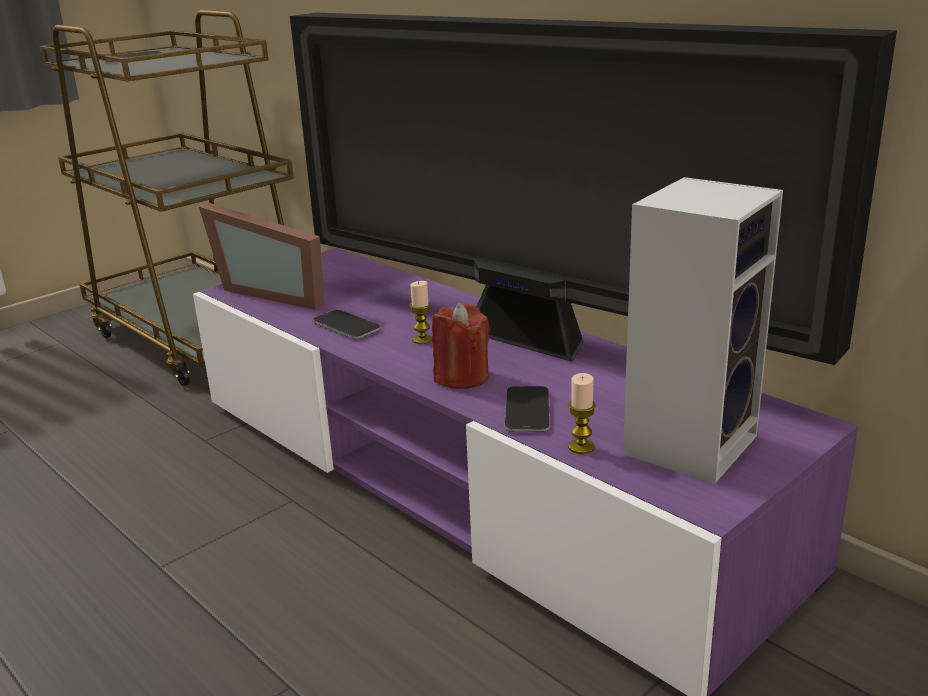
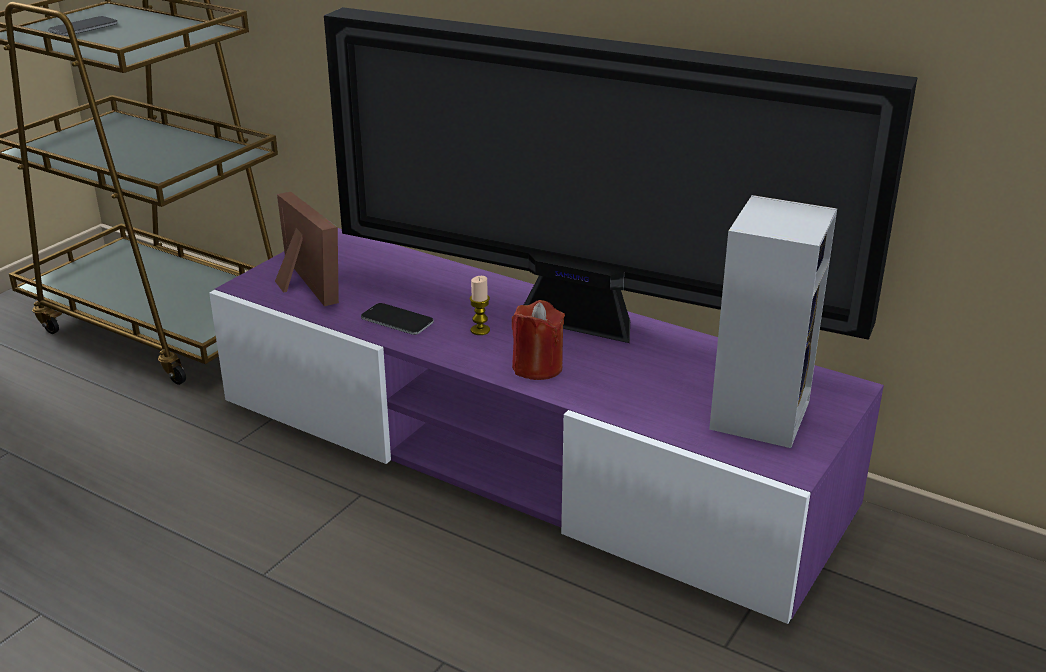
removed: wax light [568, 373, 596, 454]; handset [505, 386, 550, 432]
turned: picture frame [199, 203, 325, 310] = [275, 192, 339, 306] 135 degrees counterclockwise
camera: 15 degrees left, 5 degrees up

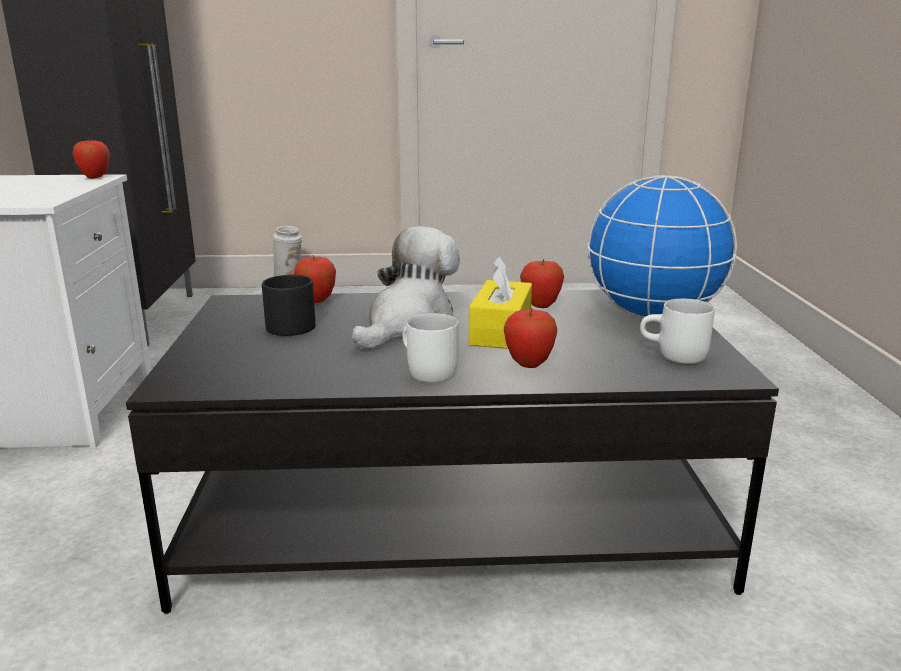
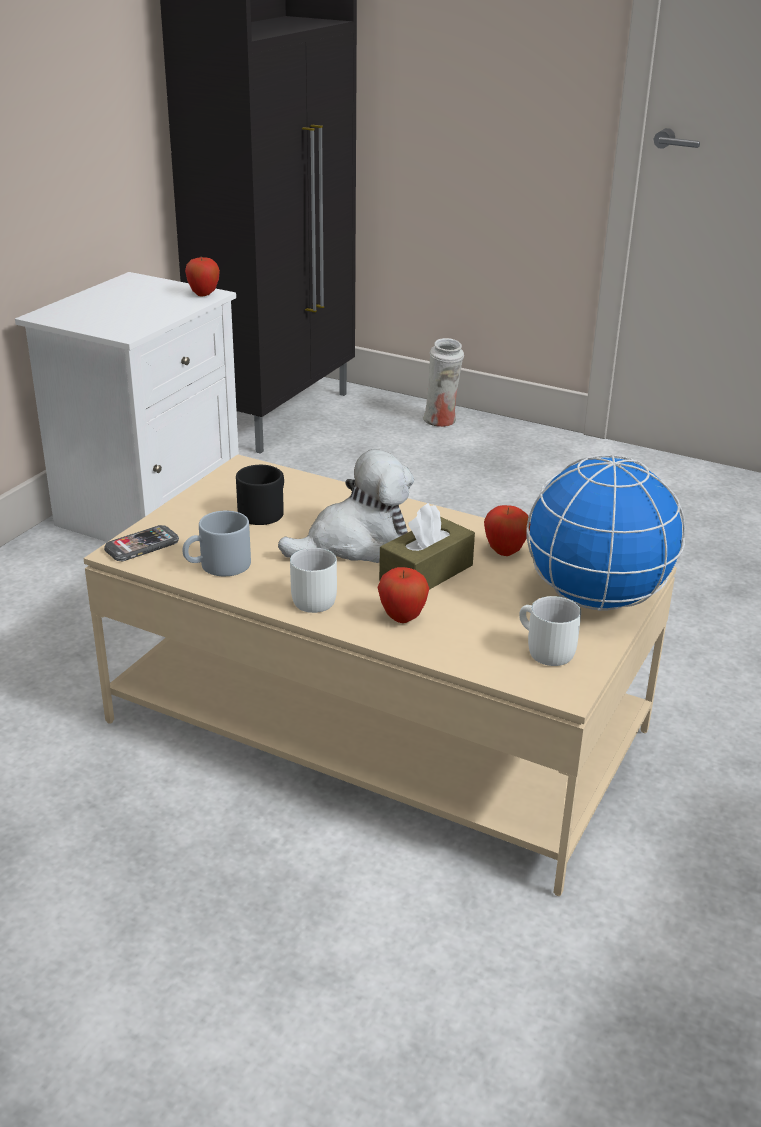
removed: whole apple [294, 255, 336, 303]
added: greyish mug [182, 511, 251, 576]; handset [104, 525, 179, 561]
recoloured: yellow-coloured tissue box [469, 256, 532, 349] to brown tissue box [379, 503, 475, 590]; blackish lounge table [126, 290, 779, 614] to sand-coloured lounge table [83, 454, 677, 896]
camera: 30 degrees right, 10 degrees up

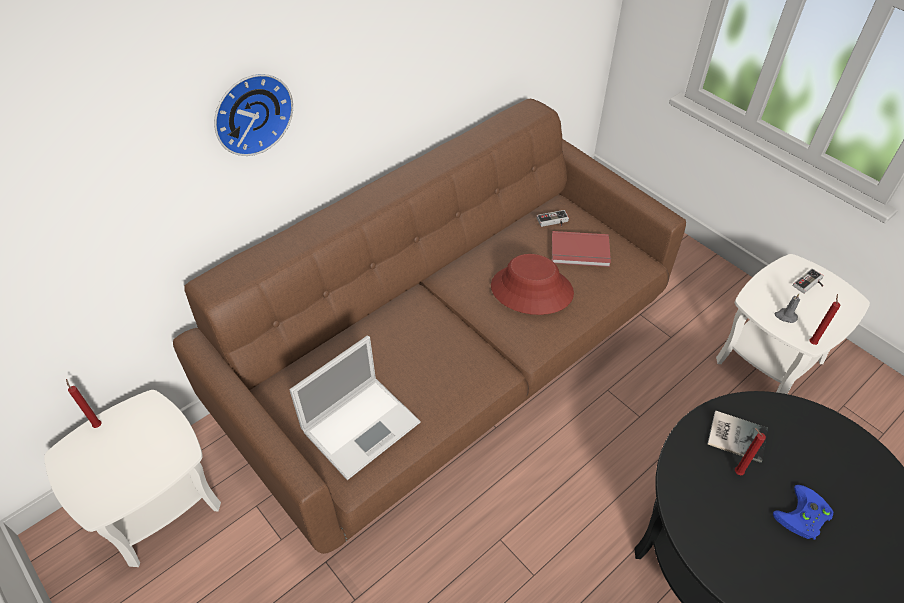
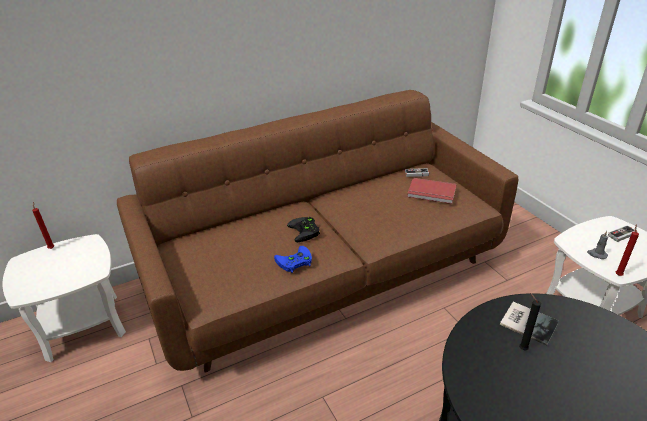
removed: hanging clock [214, 74, 293, 156]; red-coloured wearable hat [491, 254, 574, 315]; notebook computer [289, 335, 421, 480]
added: blackish game controller [287, 217, 320, 242]
moved: blue game controller [773, 485, 834, 540] to [274, 246, 312, 273]
recoloured: red-coloured wax light [735, 428, 766, 475] to blackish wax light [519, 294, 541, 350]
camera: 15 degrees right, 15 degrees down

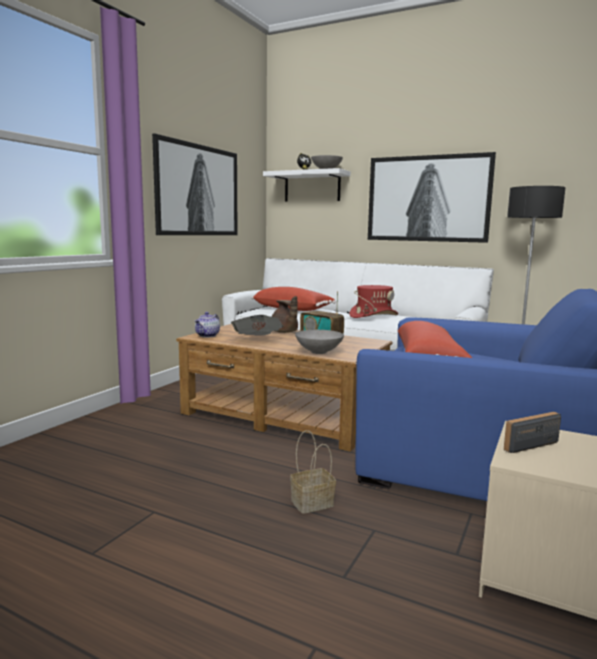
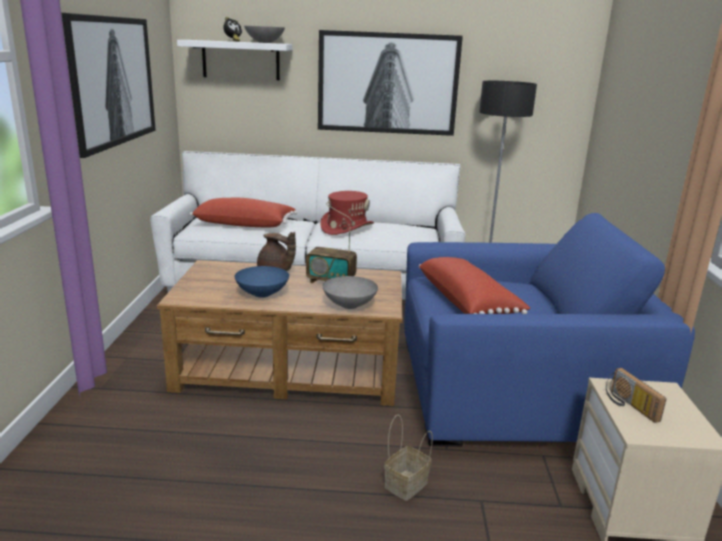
removed: teapot [195, 312, 220, 338]
replaced: daily paper [231, 315, 284, 336] to blue bowl [235, 266, 289, 298]
turned: radio set [504, 412, 561, 453] = [606, 368, 666, 423] 60 degrees counterclockwise
camera: 25 degrees left, 10 degrees up

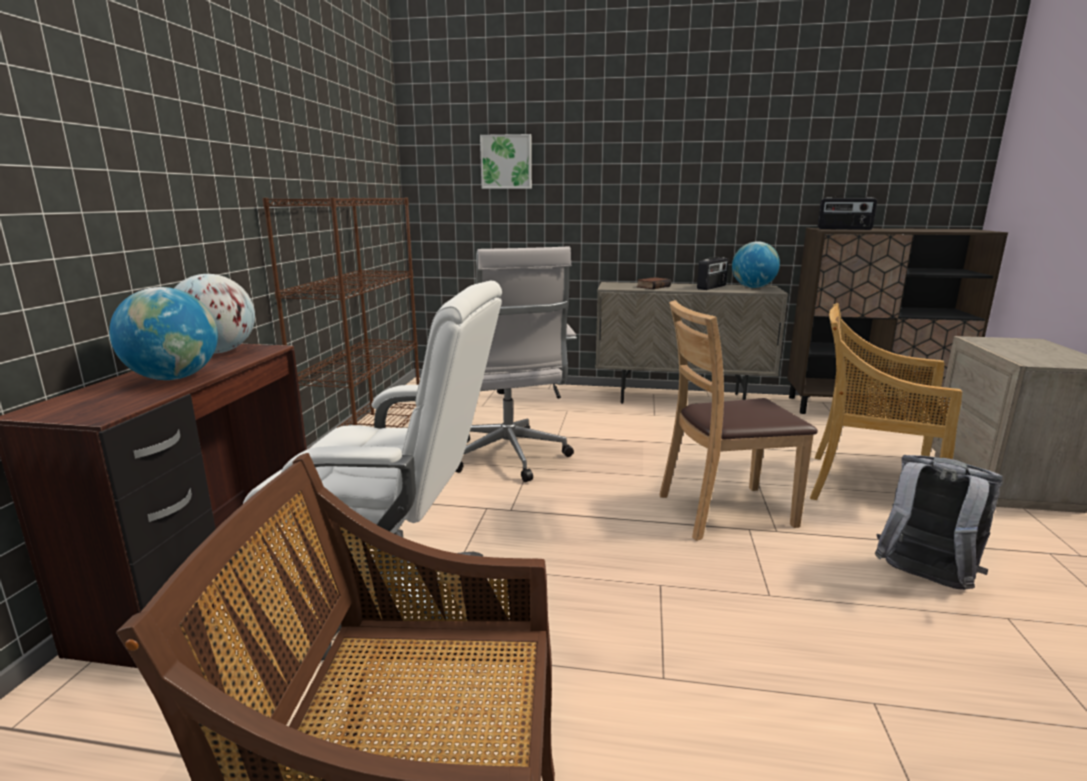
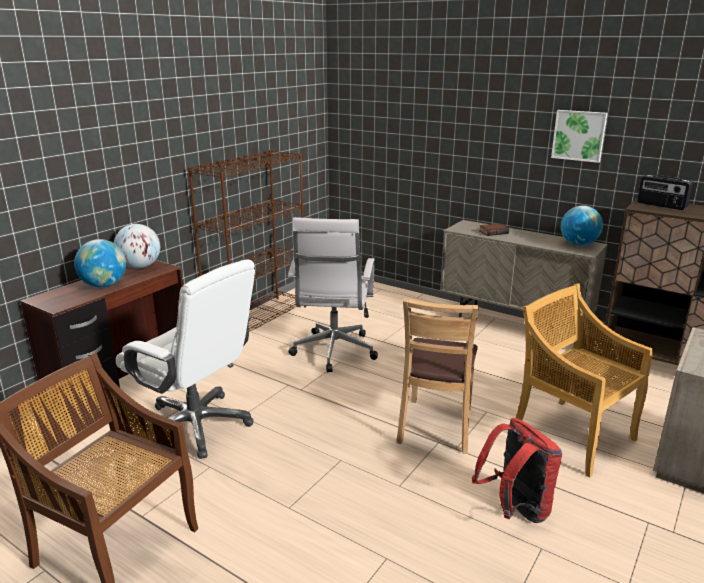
removed: radio set [697, 256, 728, 290]
moved: picture [480, 134, 532, 189] to [551, 110, 608, 163]
recoloured: greyish backpack [875, 455, 1003, 590] to red-coloured backpack [472, 418, 562, 523]
turned: brown chair [659, 300, 818, 541] = [396, 298, 479, 454] 90 degrees counterclockwise
camera: 25 degrees right, 5 degrees up

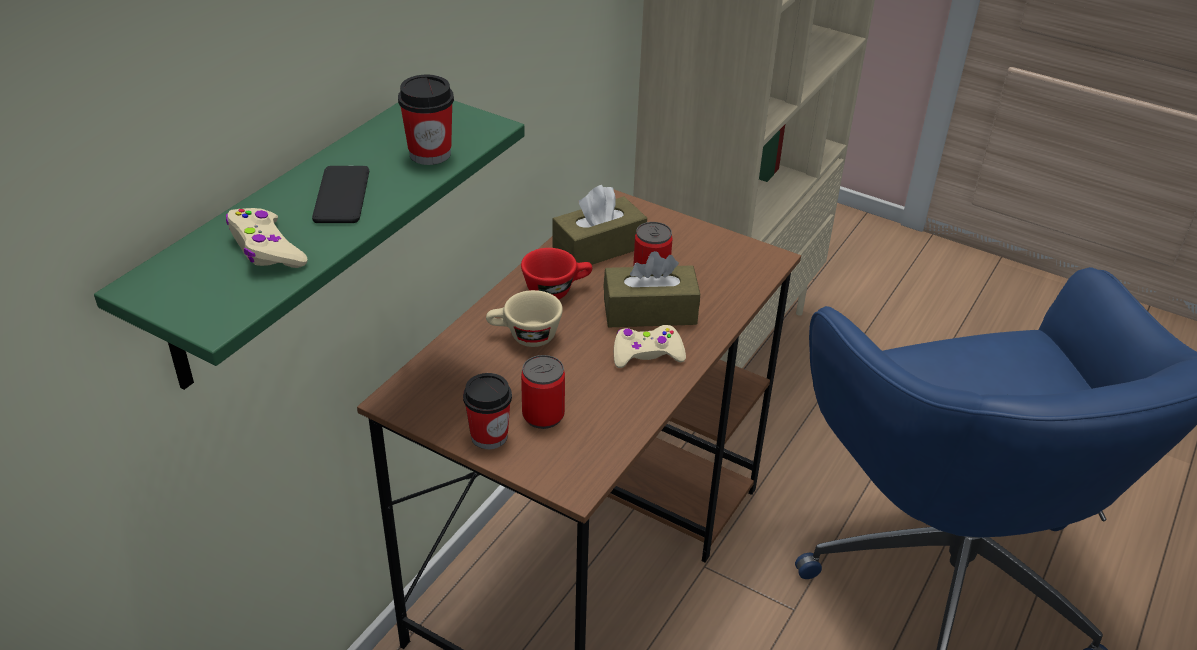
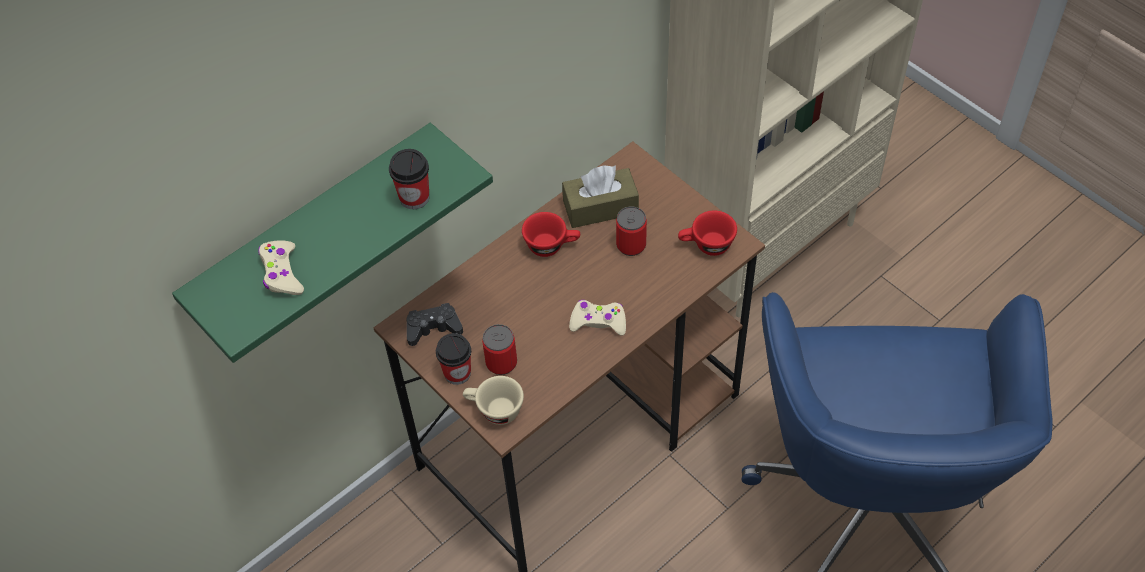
removed: handset [312, 166, 369, 223]; brown tissue box [603, 251, 700, 327]
added: red-coloured cup [678, 211, 737, 256]; blackish game controller [406, 303, 463, 346]
moved: sand-coloured cup [486, 290, 563, 347] to [463, 376, 524, 425]
camera: 20 degrees right, 15 degrees up

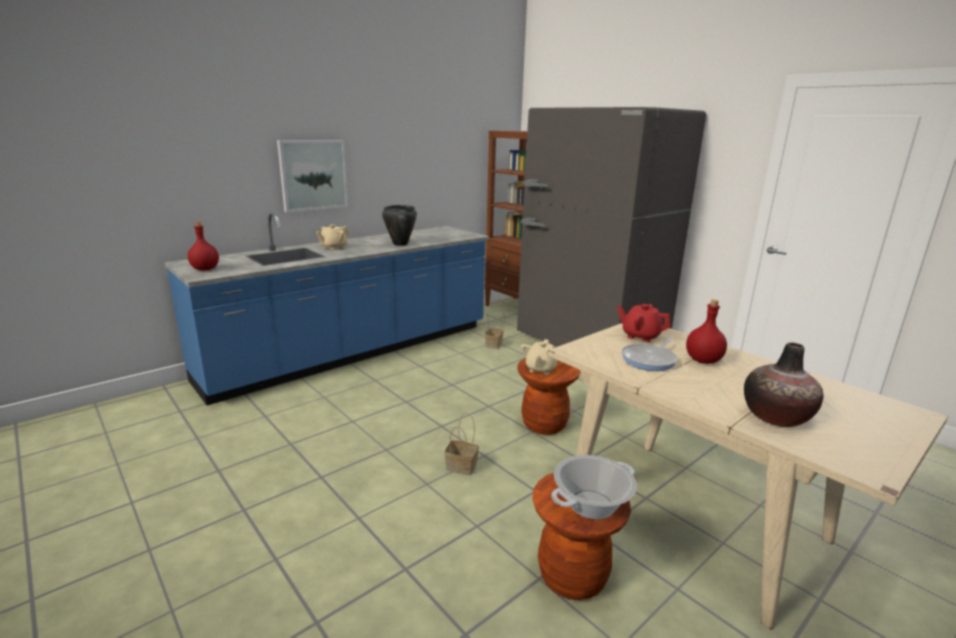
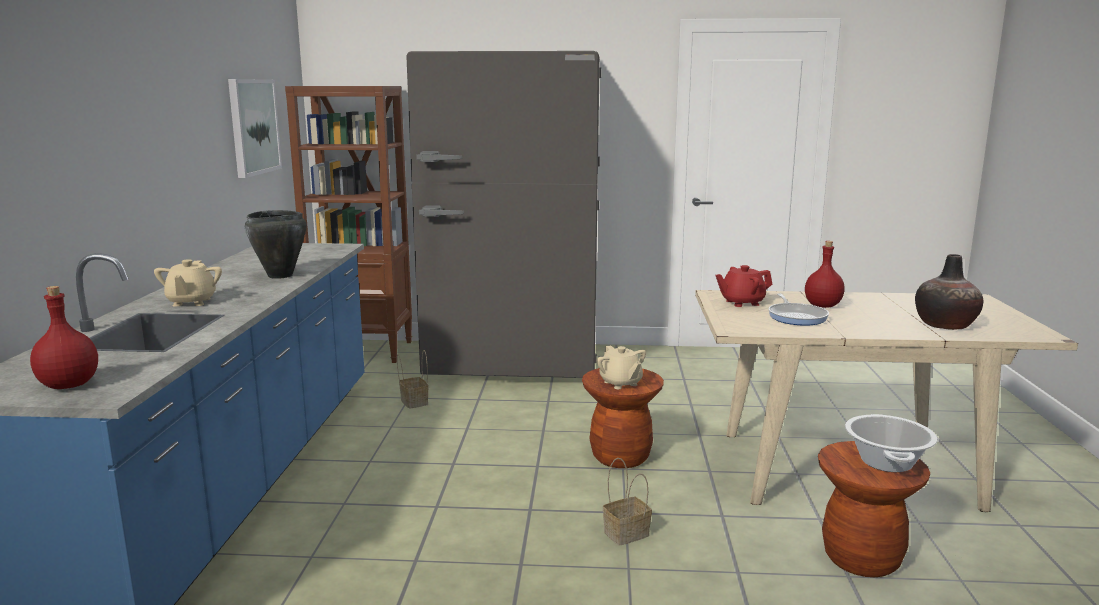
moved: picture [277, 140, 349, 212] to [228, 79, 282, 178]
camera: 45 degrees left, 5 degrees down

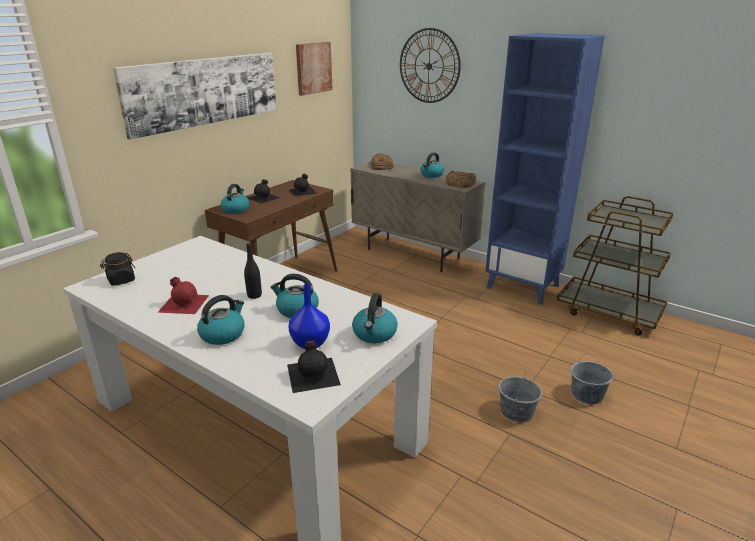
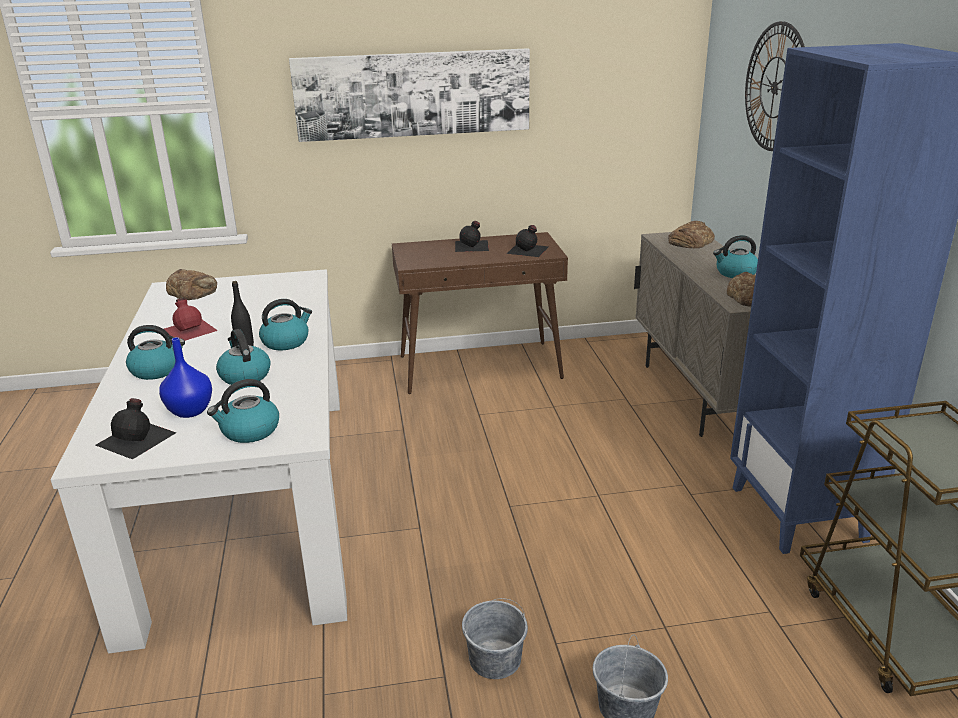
removed: picture [296, 42, 333, 96]
moved: kettle [221, 184, 250, 214] to [259, 299, 312, 350]
replaced: blackish preserve jar [100, 252, 135, 286] to baked bread [166, 269, 217, 300]
camera: 45 degrees right, 0 degrees up

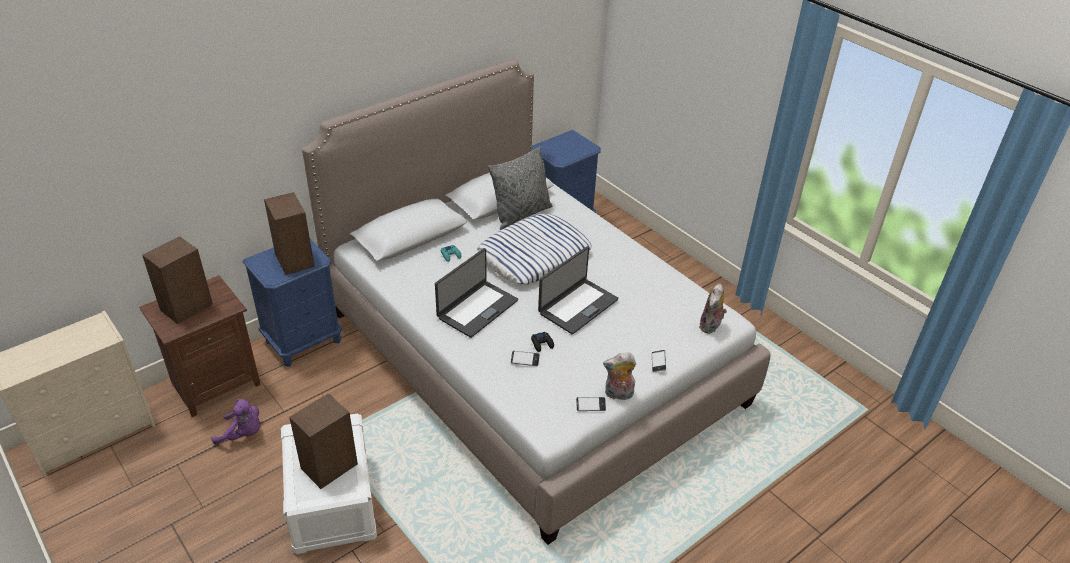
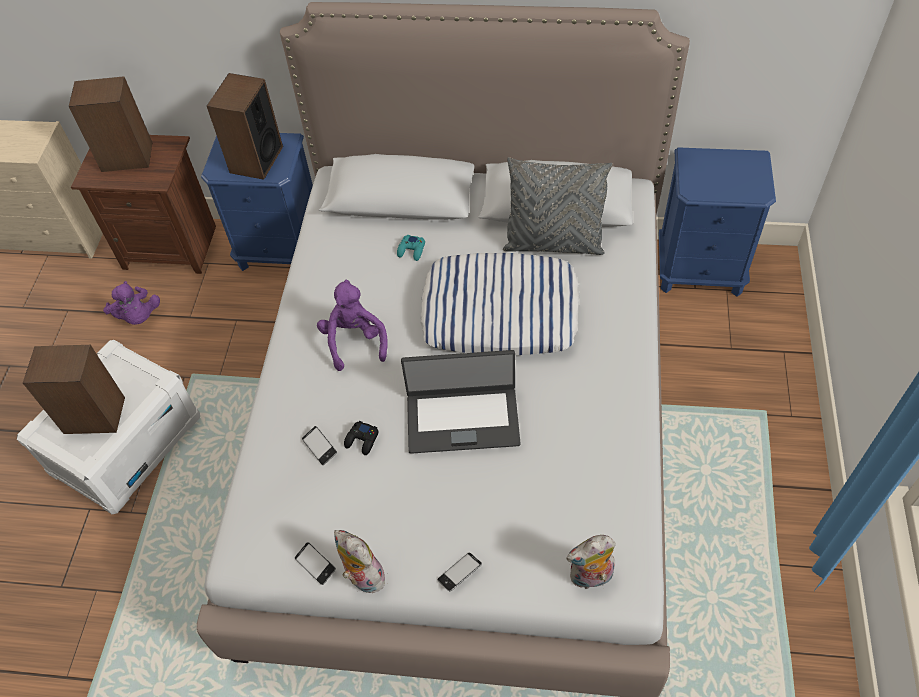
replaced: notebook computer [435, 248, 518, 338] to purplish plush toy [317, 280, 388, 371]
camera: 50 degrees right, 15 degrees up

